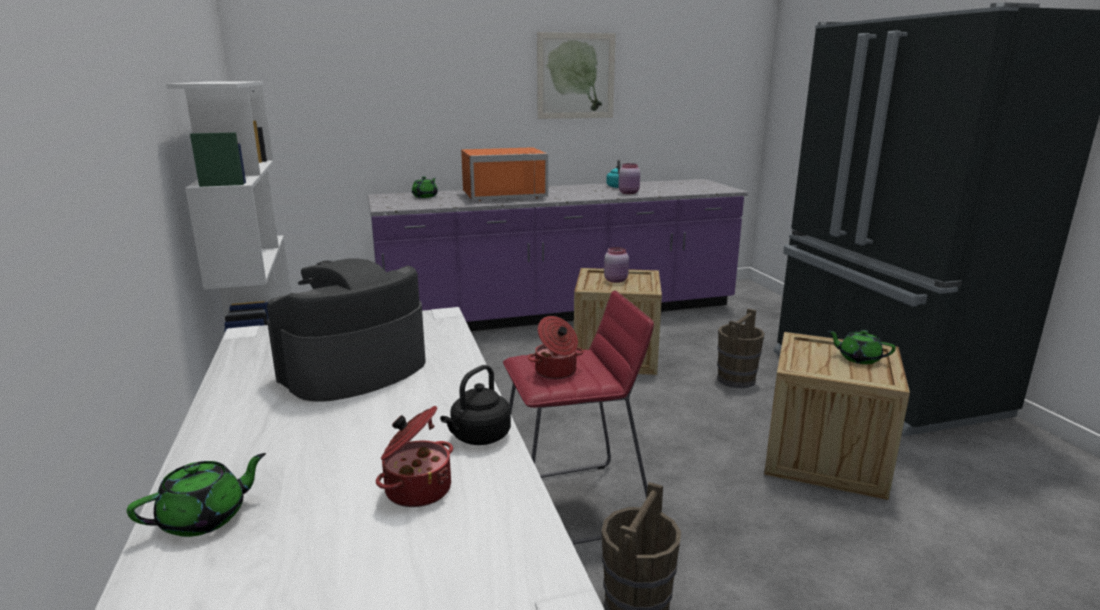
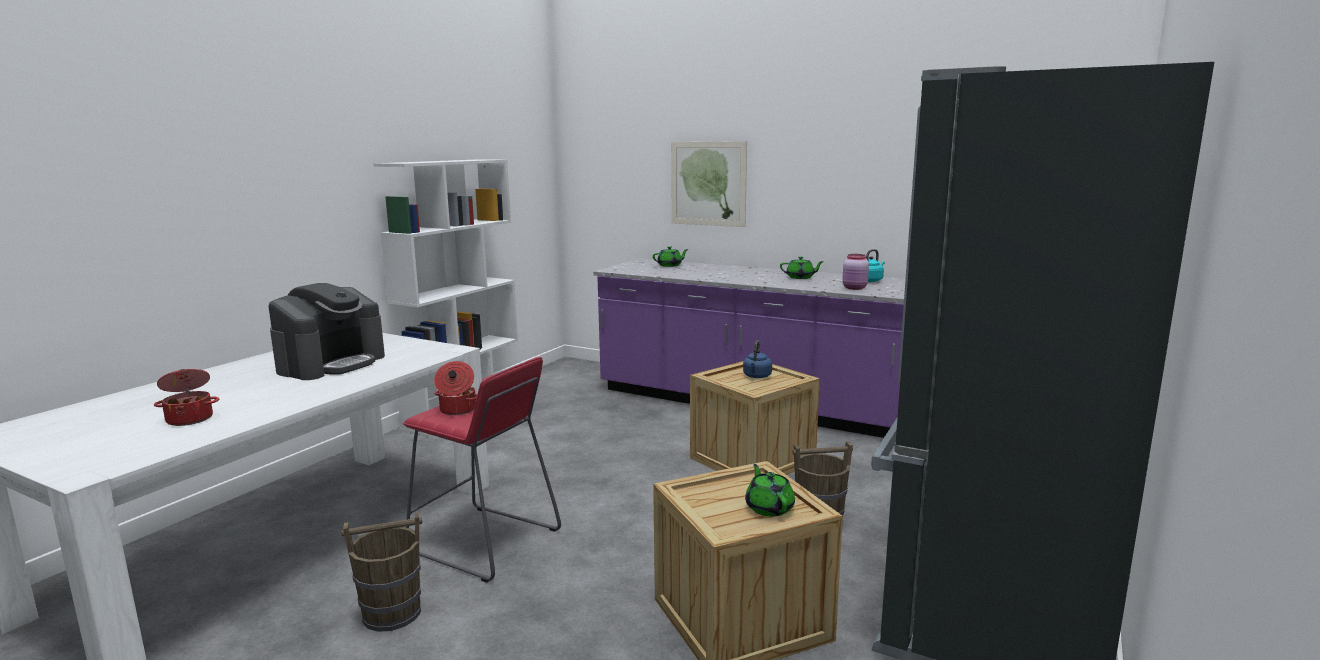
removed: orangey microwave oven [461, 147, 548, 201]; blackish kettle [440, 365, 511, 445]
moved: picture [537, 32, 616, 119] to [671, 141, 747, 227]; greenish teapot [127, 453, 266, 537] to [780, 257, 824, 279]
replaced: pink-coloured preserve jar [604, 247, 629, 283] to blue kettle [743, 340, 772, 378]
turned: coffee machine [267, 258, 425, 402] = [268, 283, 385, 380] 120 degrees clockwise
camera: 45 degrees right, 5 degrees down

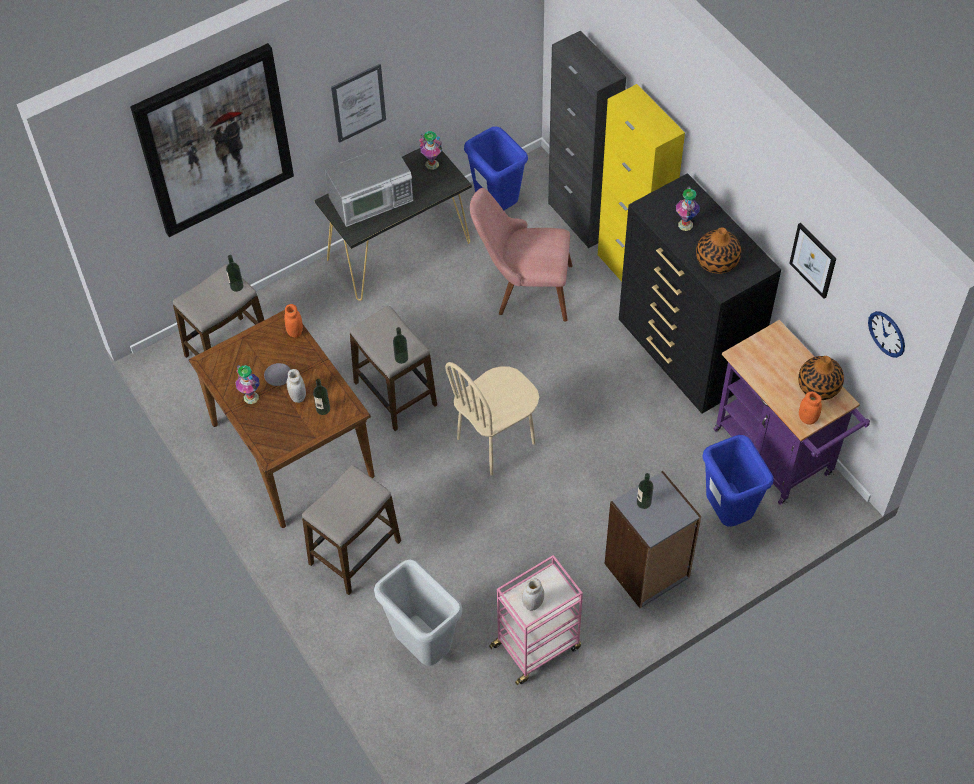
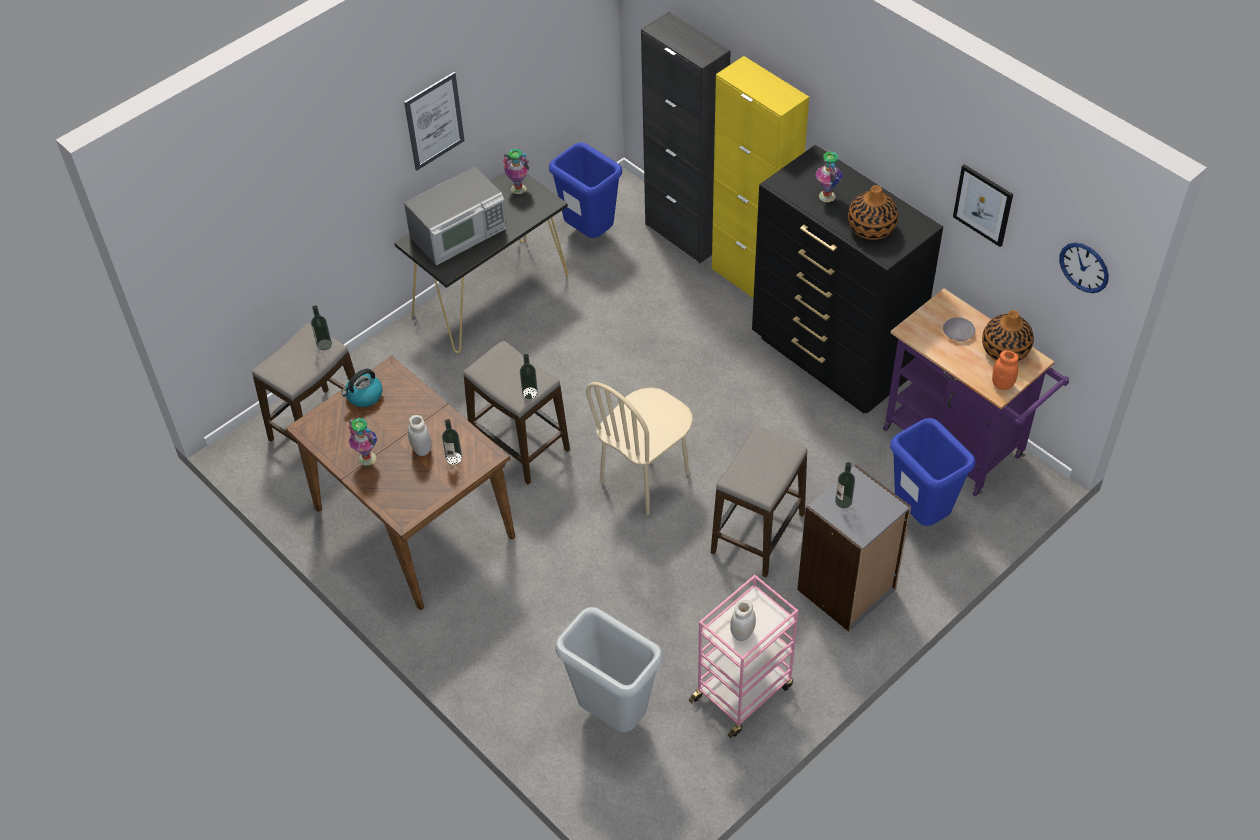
removed: picture [130, 43, 294, 237]; pink-coloured chair [470, 188, 573, 322]; orangey preserve jar [284, 304, 303, 338]
added: kettle [341, 369, 383, 407]
moved: greyish flat dish [264, 363, 291, 386] to [943, 317, 975, 341]; sitting stool [302, 465, 401, 595] to [711, 426, 807, 578]
camera: 10 degrees left, 5 degrees down

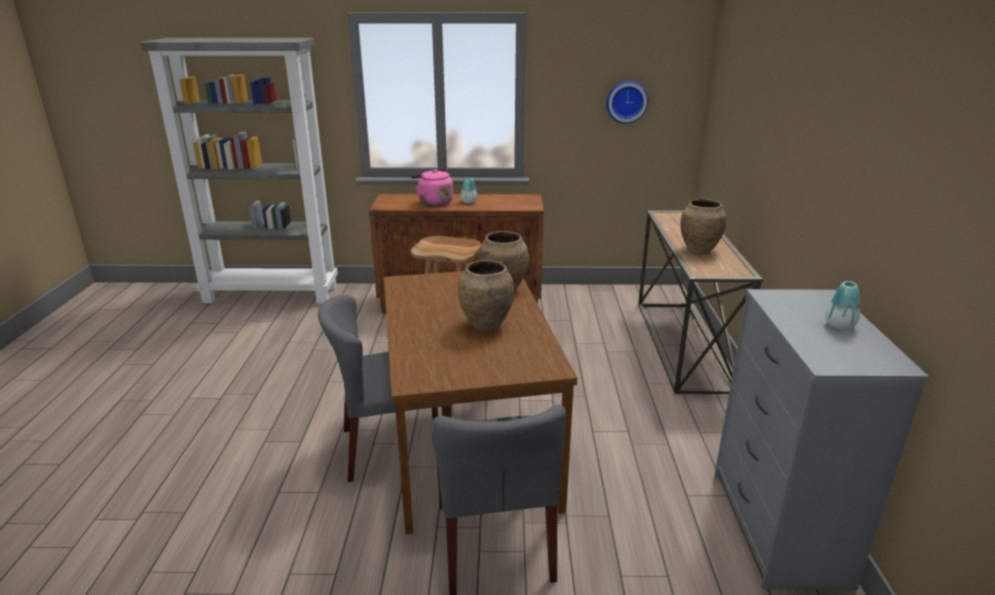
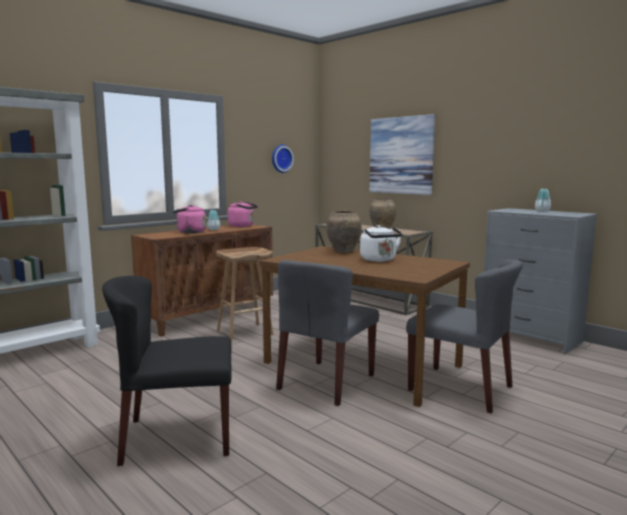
added: picture [370, 114, 435, 195]; pink-coloured kettle [228, 201, 258, 227]; blackish chair [102, 276, 232, 466]
replaced: brown flower vase [458, 260, 514, 331] to white-coloured kettle [360, 225, 403, 262]
camera: 45 degrees left, 15 degrees down

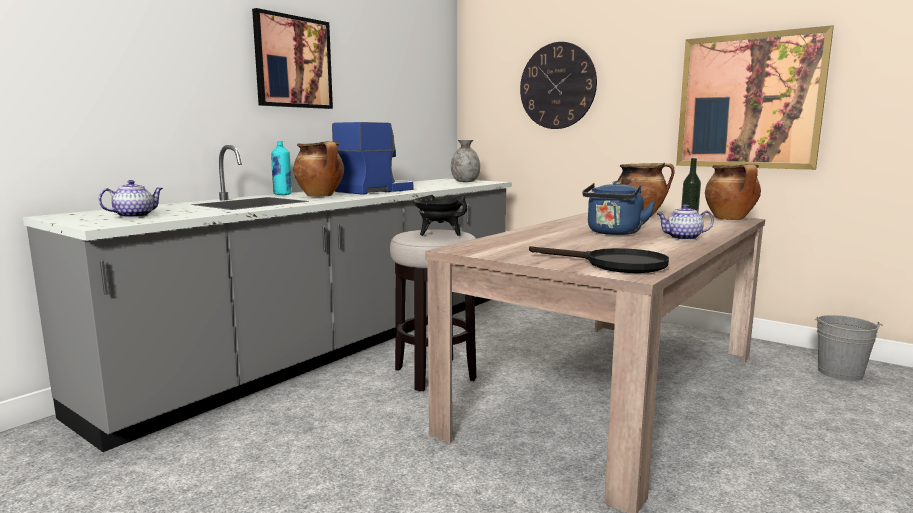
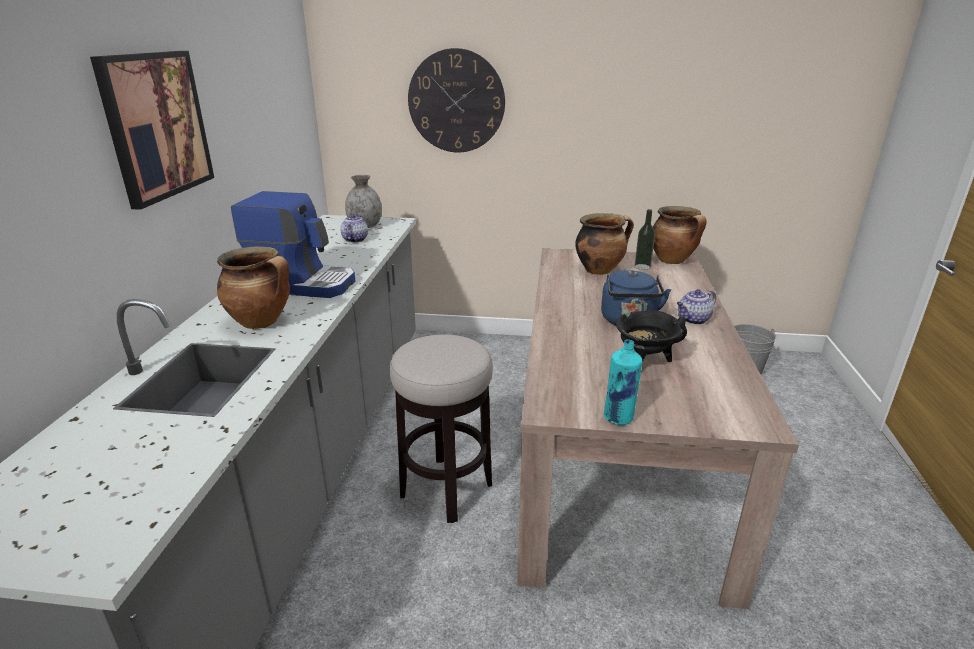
removed: picture [676, 25, 834, 170]; blackish frying pan [529, 246, 669, 273]
moved: turquoise drink bottle [271, 141, 292, 195] to [604, 339, 643, 425]; teapot [98, 180, 163, 218] to [340, 214, 368, 243]; blackish cooking pot [413, 195, 467, 236] to [615, 310, 687, 363]
turned: coffee machine [332, 122, 413, 195] = [231, 191, 355, 298] 90 degrees clockwise
camera: 30 degrees left, 15 degrees up

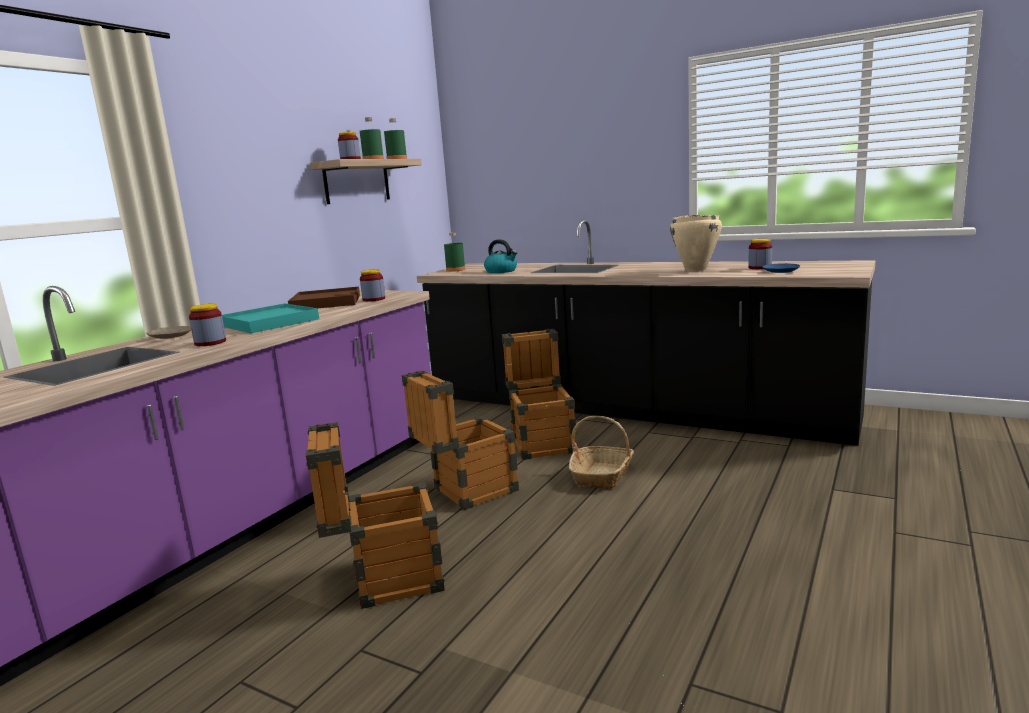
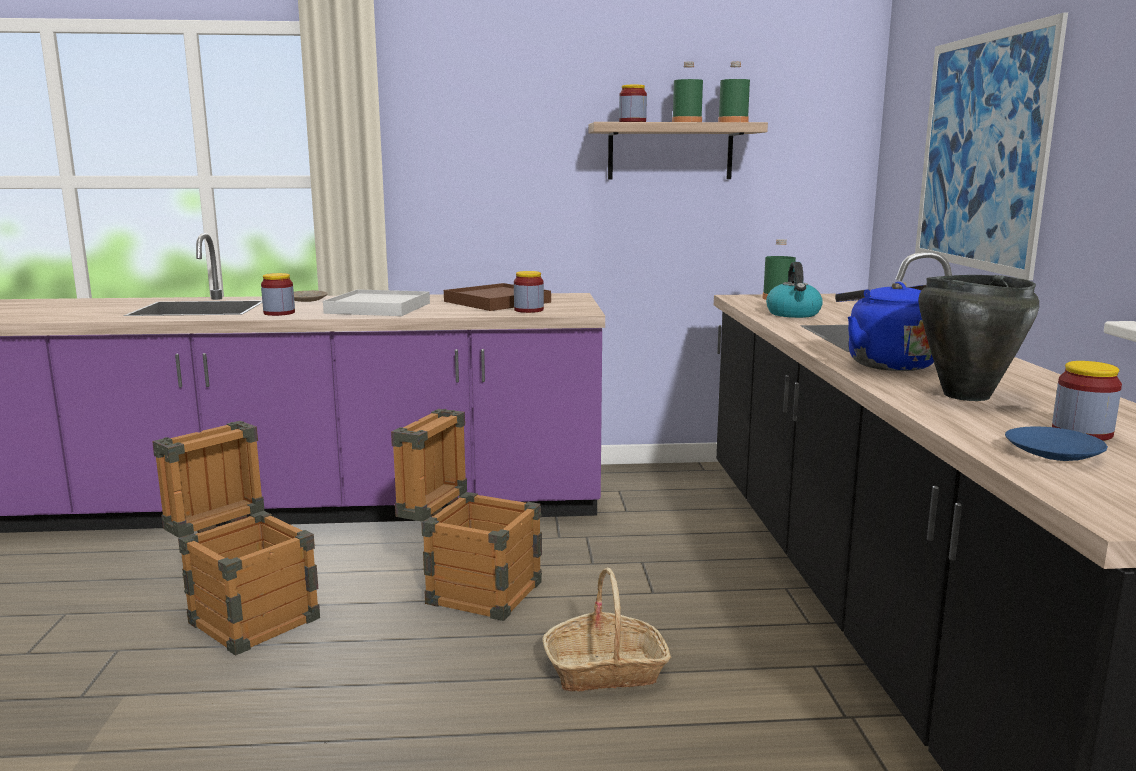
removed: packing crate [502, 329, 577, 460]
added: picture [915, 13, 1068, 280]; blue kettle [835, 282, 934, 371]
recoloured: sand-coloured cooking pot [670, 215, 722, 272] to blackish cooking pot [919, 275, 1039, 401]; turquoise serving tray [222, 303, 319, 333] to white-coloured serving tray [323, 289, 430, 316]
camera: 55 degrees right, 0 degrees up

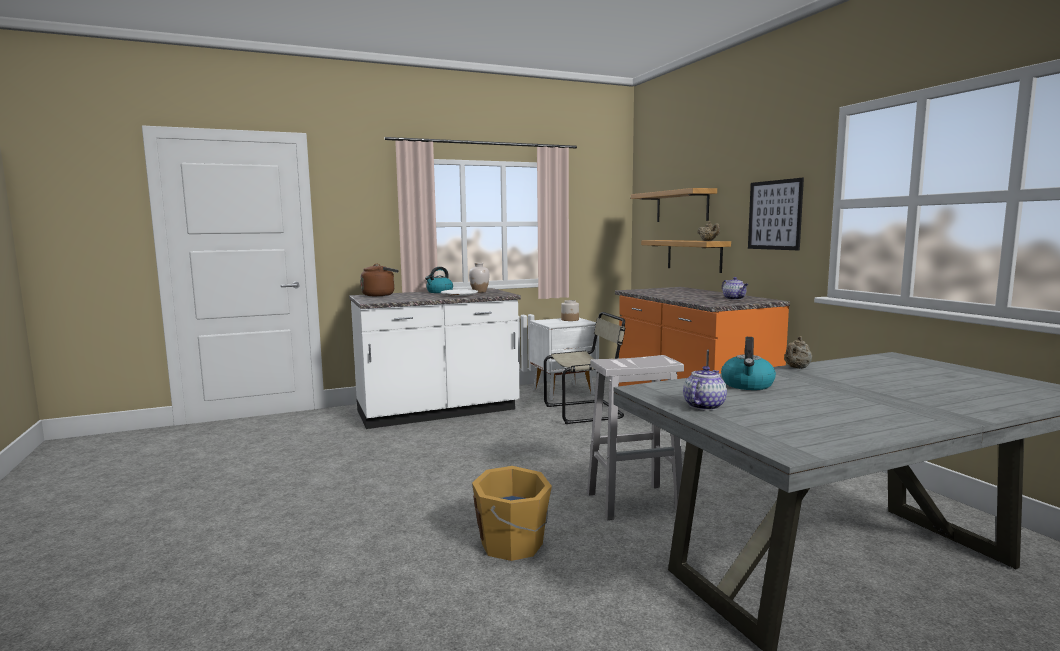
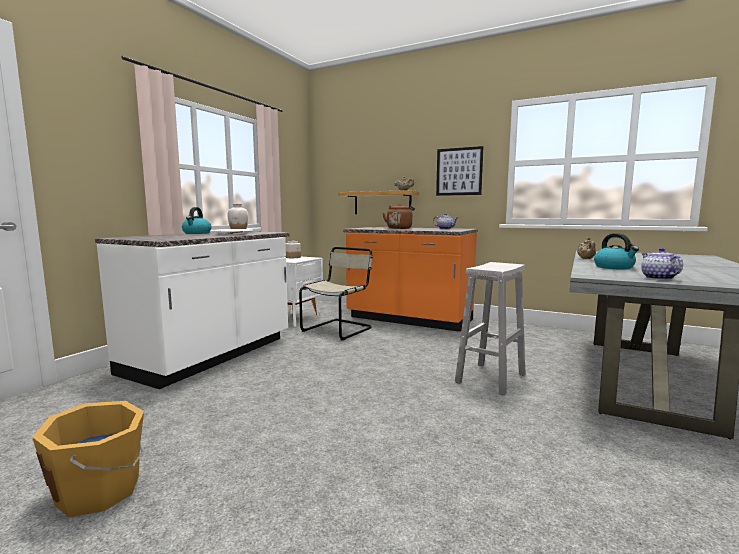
removed: wall shelf [631, 188, 717, 222]
moved: brown kettle [361, 264, 399, 296] to [383, 204, 415, 229]; orangey bucket [472, 466, 552, 561] to [32, 401, 144, 518]
camera: 40 degrees left, 0 degrees up

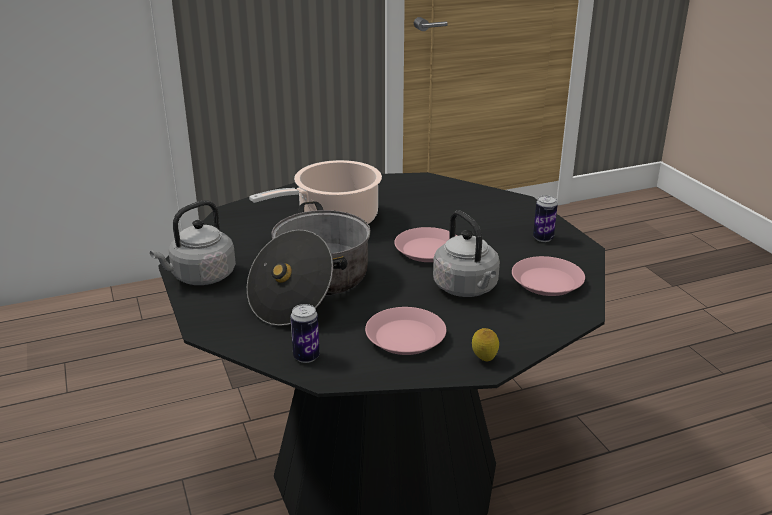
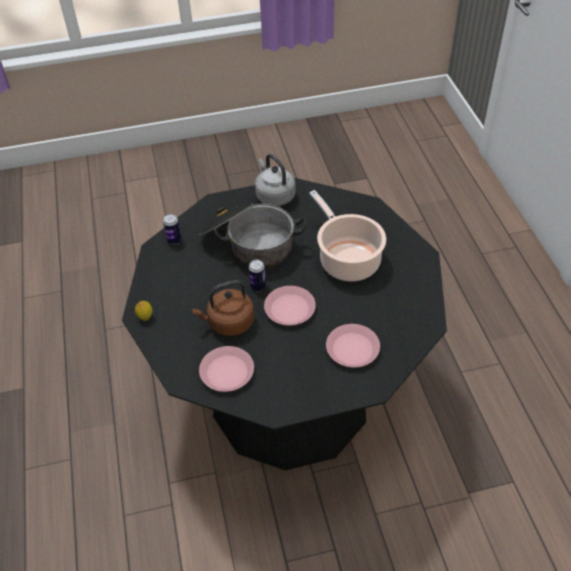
moved: can [533, 195, 558, 242] to [248, 260, 266, 291]; pink-coloured flat dish [365, 307, 446, 355] to [326, 324, 380, 367]
recoloured: greyish kettle [433, 210, 500, 297] to brown kettle [192, 280, 254, 336]
camera: 100 degrees right, 20 degrees up

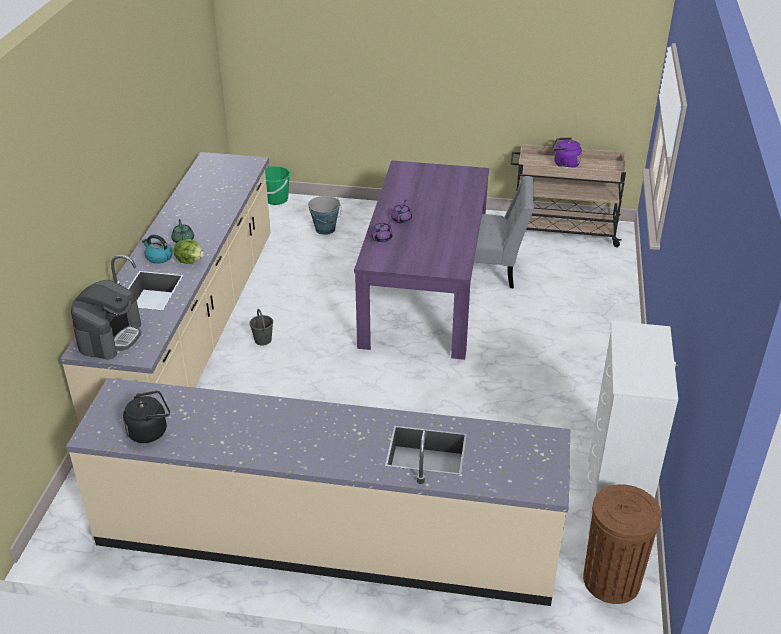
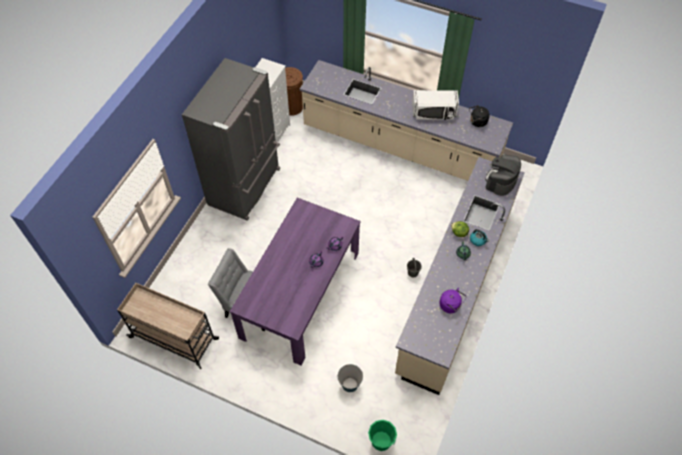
added: greyish refrigerator [182, 58, 280, 221]; white-coloured microwave oven [412, 90, 459, 120]
moved: purplish kettle [552, 137, 582, 168] to [439, 288, 466, 313]
camera: 165 degrees left, 20 degrees up

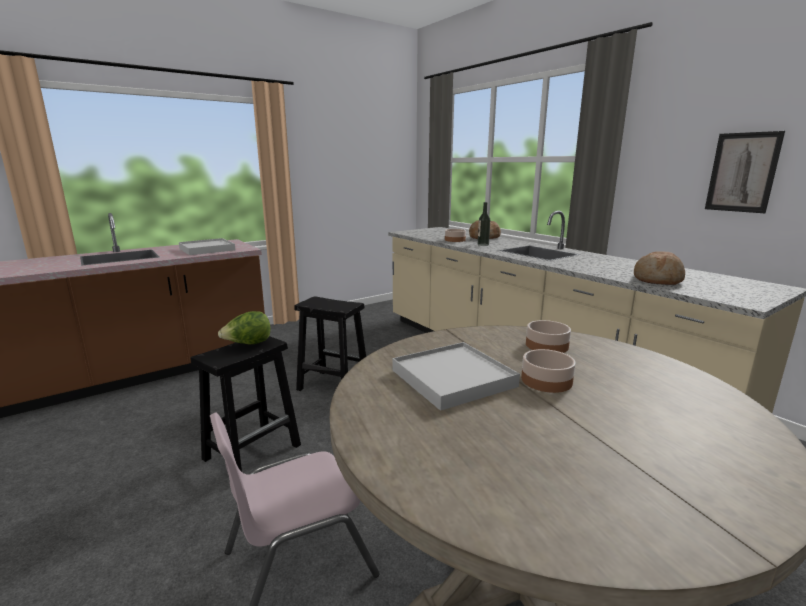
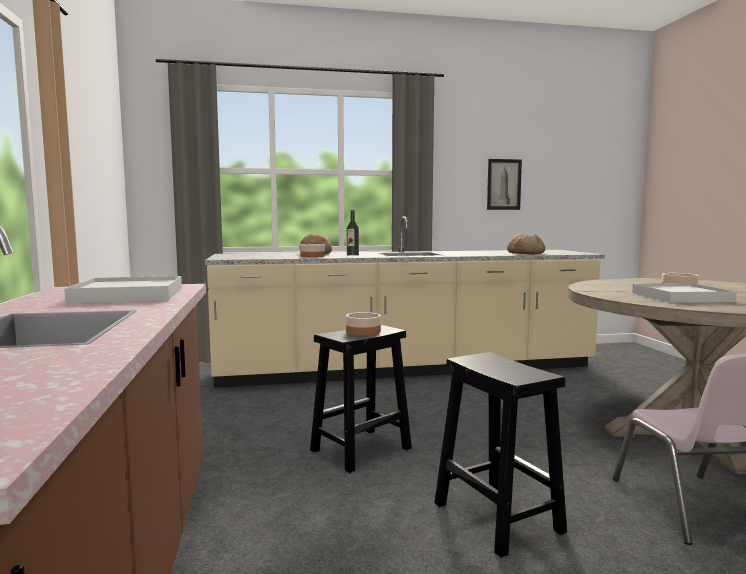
removed: head of lettuce [218, 311, 271, 344]
moved: bowl [526, 320, 571, 353] to [346, 312, 381, 335]
camera: 65 degrees left, 10 degrees down

